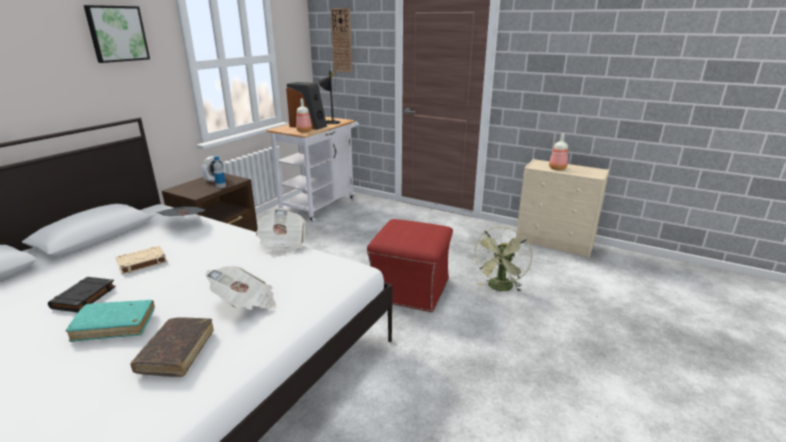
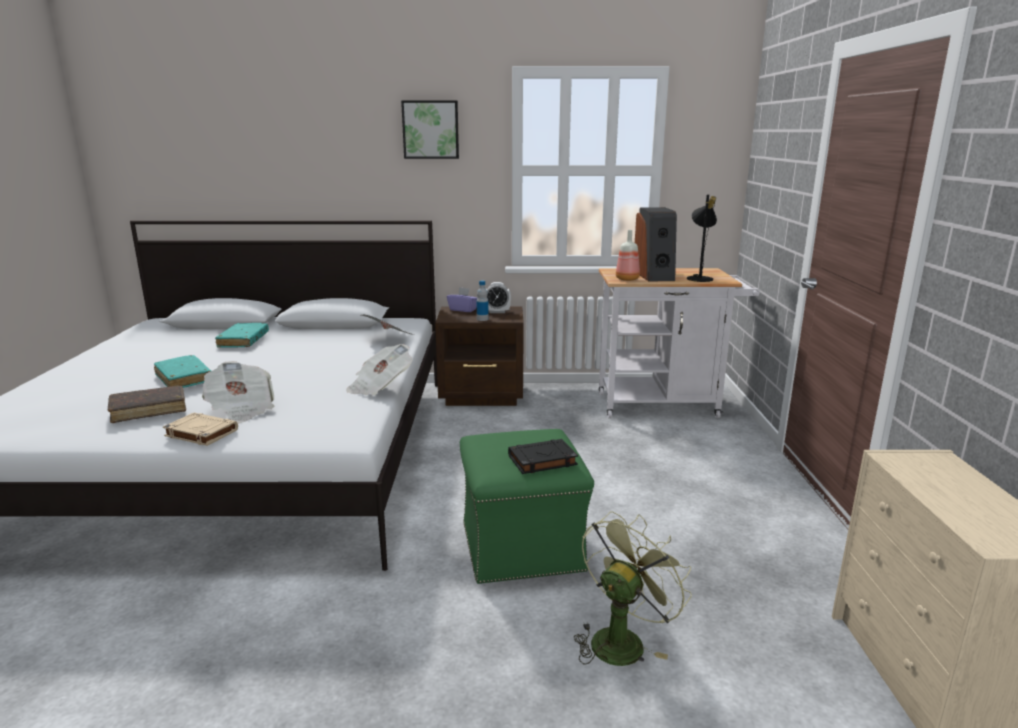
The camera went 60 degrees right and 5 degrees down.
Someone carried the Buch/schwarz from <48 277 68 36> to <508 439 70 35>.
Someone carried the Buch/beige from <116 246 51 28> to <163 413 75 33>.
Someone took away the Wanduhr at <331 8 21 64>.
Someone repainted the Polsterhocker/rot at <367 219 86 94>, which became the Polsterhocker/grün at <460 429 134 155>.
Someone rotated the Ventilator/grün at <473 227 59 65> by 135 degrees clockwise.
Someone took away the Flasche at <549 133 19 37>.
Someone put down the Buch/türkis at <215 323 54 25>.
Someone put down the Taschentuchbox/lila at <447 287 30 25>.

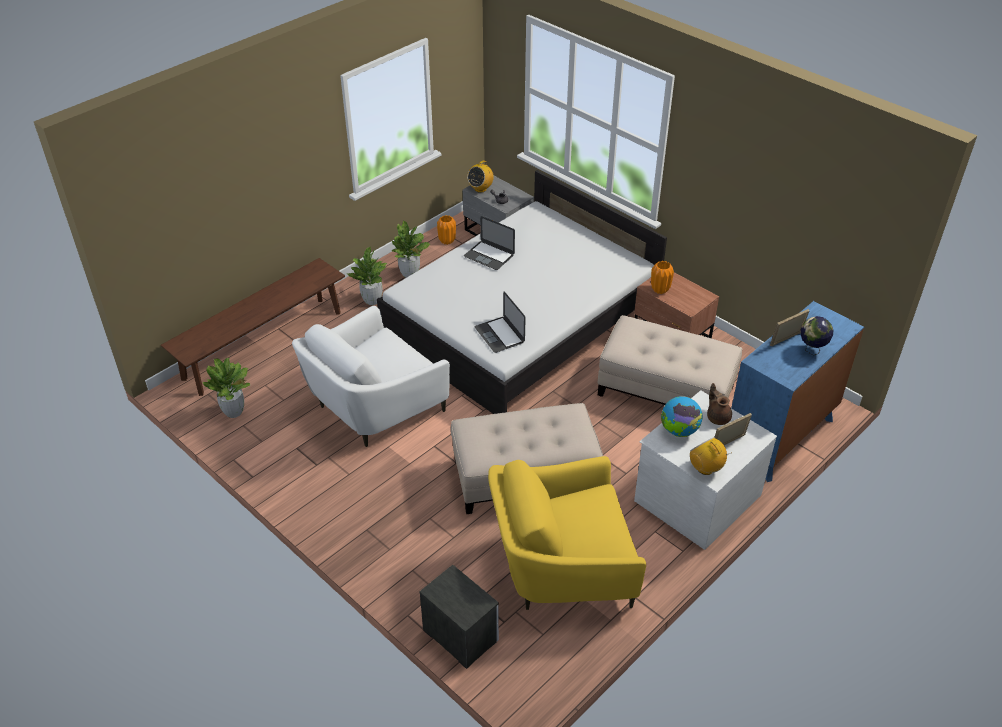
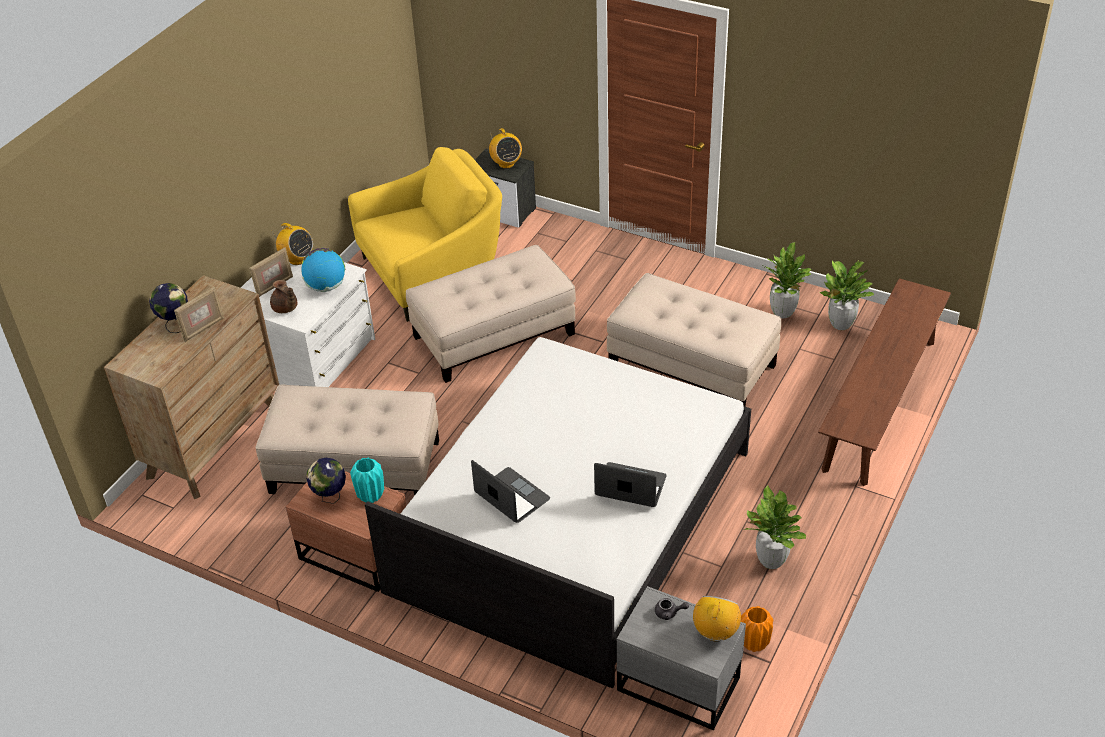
The camera went 165 degrees right and 0 degrees up.
Someone swapped the Sessel/weiß at <292 306 158 141> for the Polsterhocker/beige at <607 273 174 133>.
Someone carried the Topfpflanze from <347 247 40 58> to <761 242 51 76>.
Someone carried the Laptop from <475 292 51 61> to <471 460 79 63>.
Someone repainted the Vase/orange at <651 261 23 33>, which became the Vase/türkis at <350 457 34 46>.
Someone repainted the Kommode/blau at <731 301 133 181>, which became the Kommode/braun at <104 275 175 224>.
Someone put down the Globus at <306 458 40 46>.
Someone put down the Radio at <489 128 33 41>.

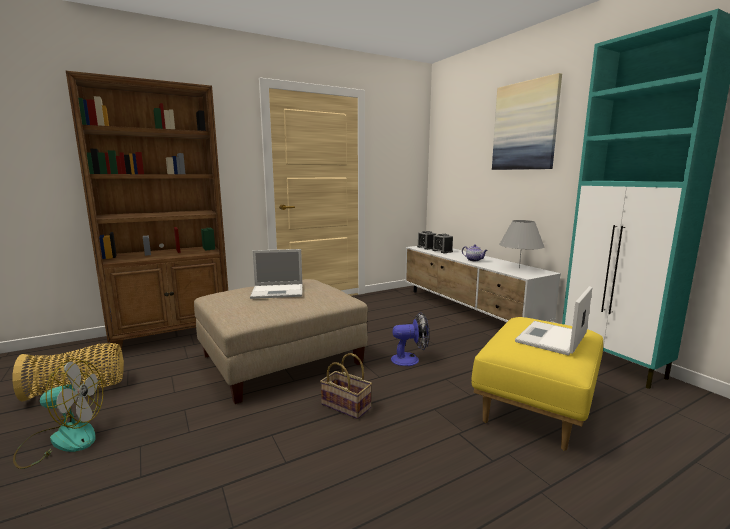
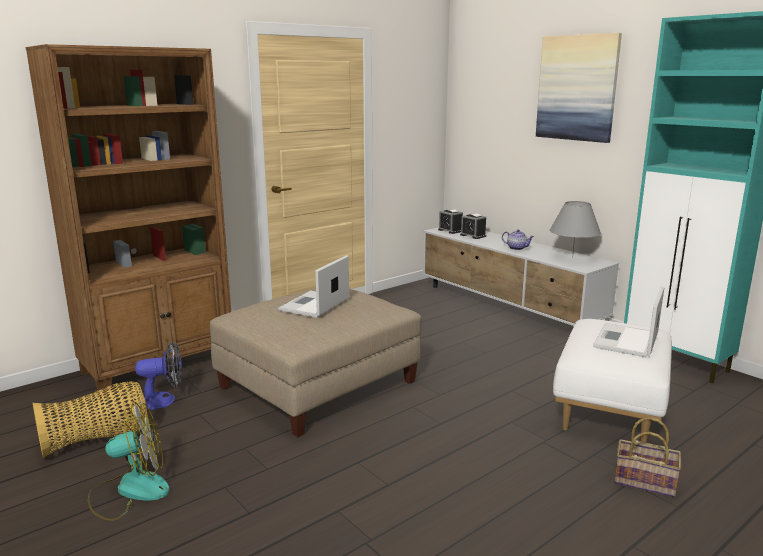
The camera went 10 degrees left and 5 degrees up.
Someone rotated the Laptop at <250 249 53 50> by 135 degrees clockwise.
Someone carried the Korb from <320 353 52 66> to <614 417 67 80>.
Someone carried the Ventilator from <391 312 38 54> to <135 341 47 69>.
Someone repainted the Polsterhocker/gelb at <471 317 132 134>, which became the Polsterhocker/weiß at <553 319 119 124>.

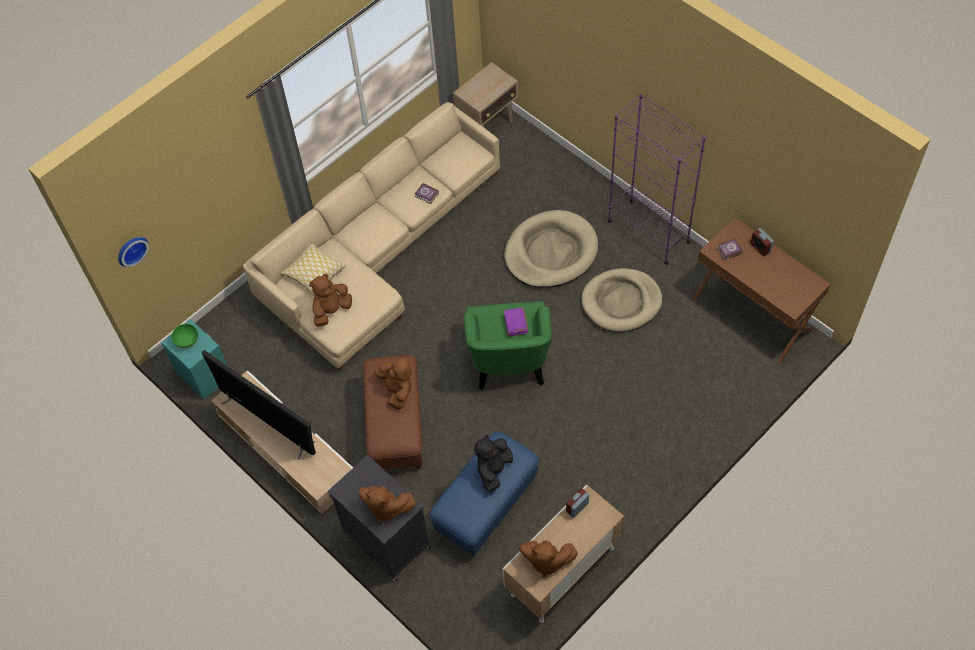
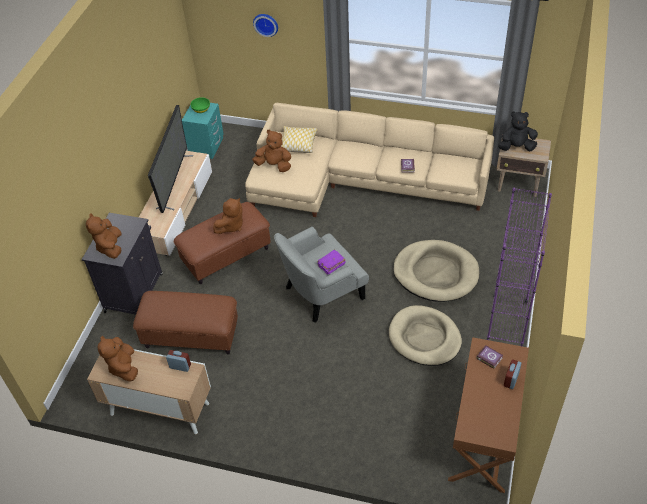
The camera went 60 degrees right and 10 degrees down.
Someone carried the Wanduhr from <118 237 31 30> to <253 14 25 23>.
Someone repainted the Polsterhocker/blau at <429 432 110 124>, which became the Polsterhocker/braun at <133 291 105 63>.
Someone repainted the Sessel/grün at <463 301 88 89>, which became the Sessel/grau at <274 226 95 97>.
Someone carried the Plüschtier/schwarz from <474 435 39 57> to <498 111 40 41>.

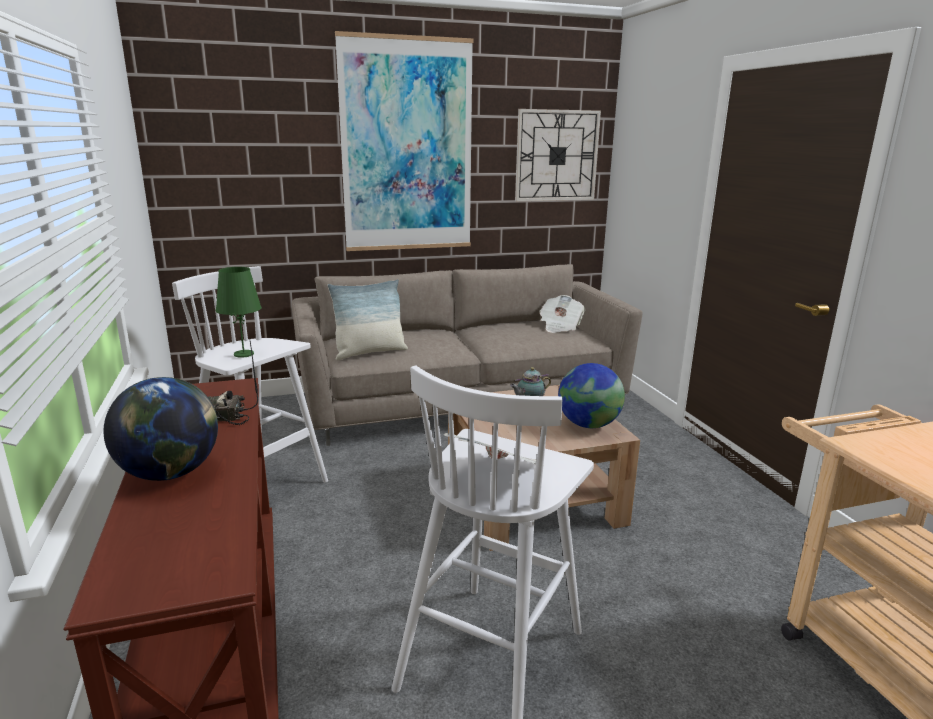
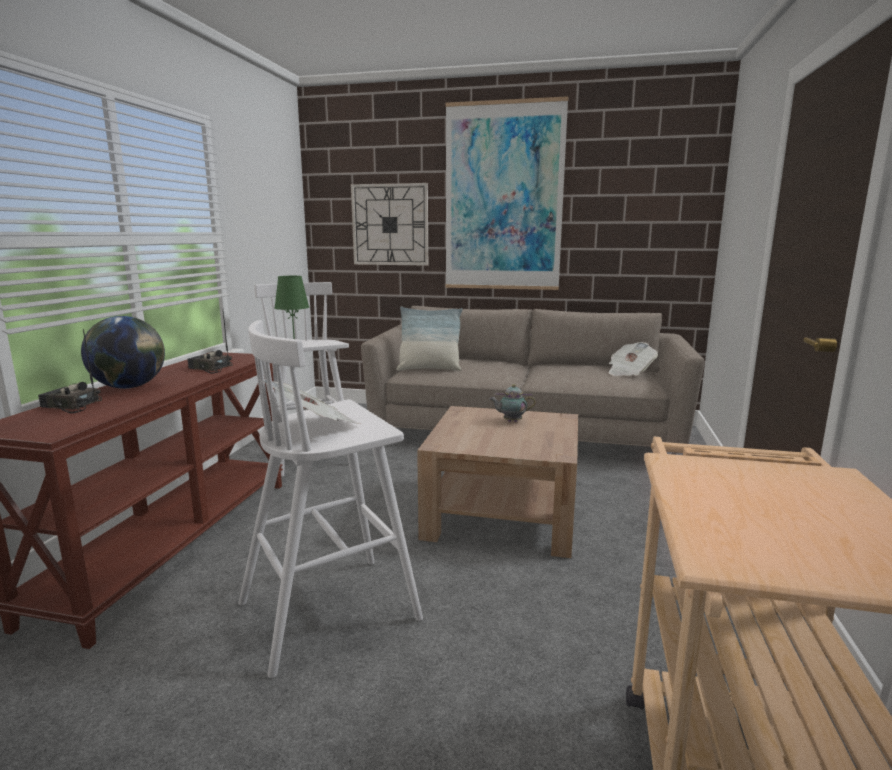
The camera went 30 degrees right and 5 degrees down.
Someone carried the Wanduhr from <515 109 86 92> to <351 183 77 82>.
Someone took away the Globus at <558 363 67 65>.
Someone put down the Radio at <38 329 64 84>.

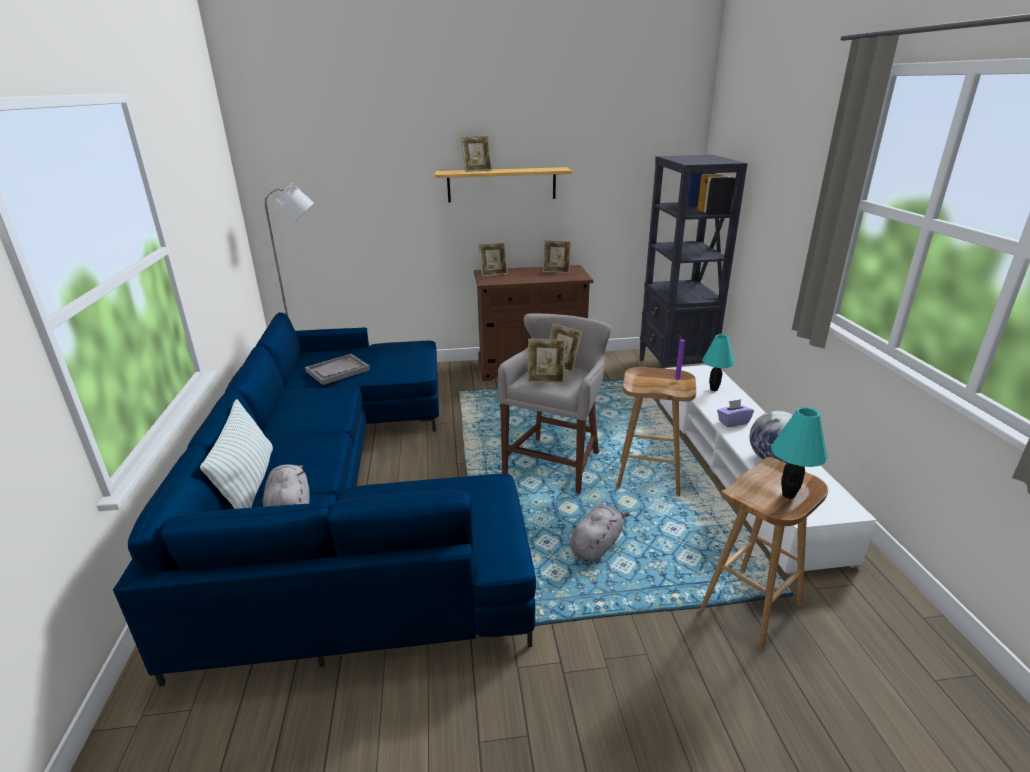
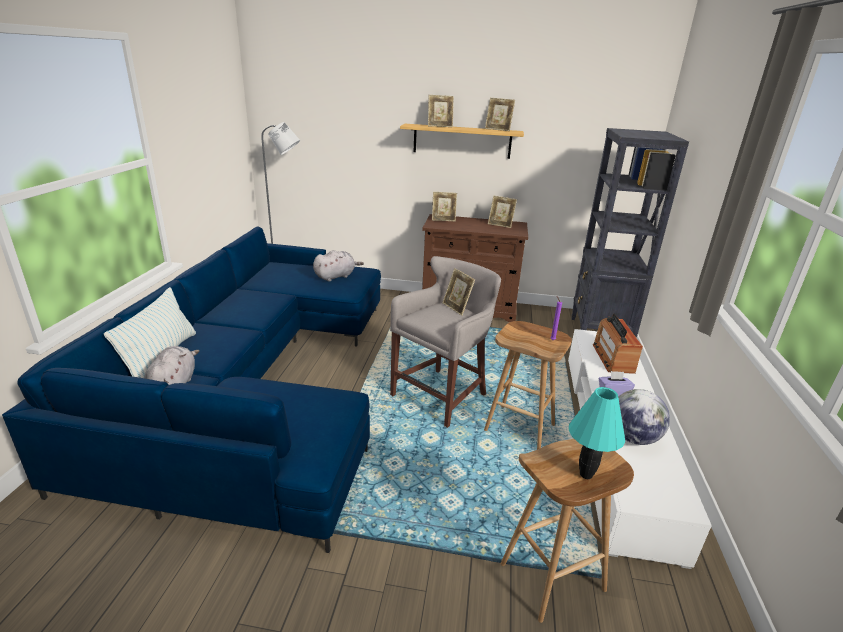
The camera went 15 degrees right and 0 degrees up.
Someone took away the Tablett/grau at <305 354 65 31>.
Someone carried the Bilderrahmen from <527 339 39 44> to <485 98 30 33>.
Someone carried the Plüschtier/grau from <570 504 60 58> to <313 250 51 32>.
Someone swapped the Tischlampe/türkis at <702 334 32 57> for the Radio at <592 314 51 60>.

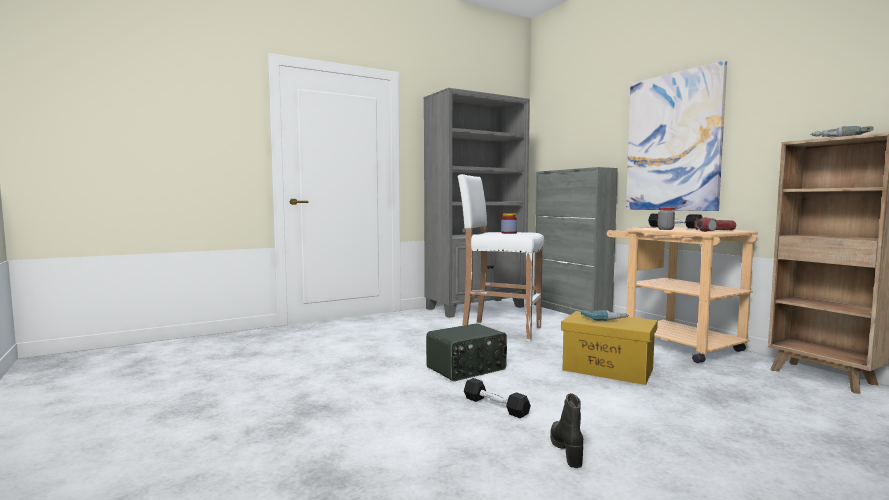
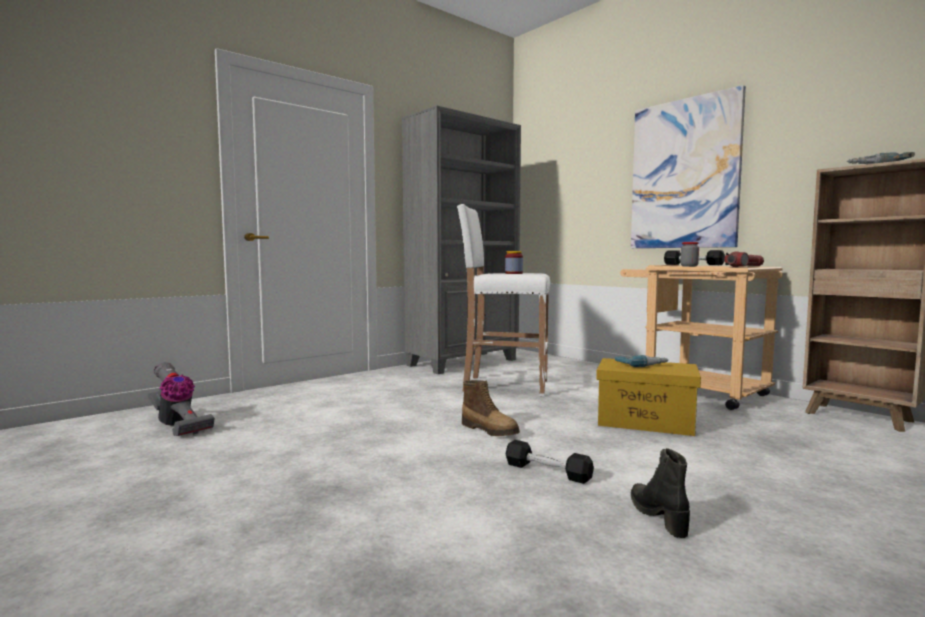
The camera went 10 degrees left and 0 degrees up.
Someone swapped the Radio at <426 323 81 58> for the Stiefel at <462 380 58 56>.
Someone took away the Schrank/grau at <534 167 84 148>.
Someone put down the Staubsauger at <148 362 67 74>.

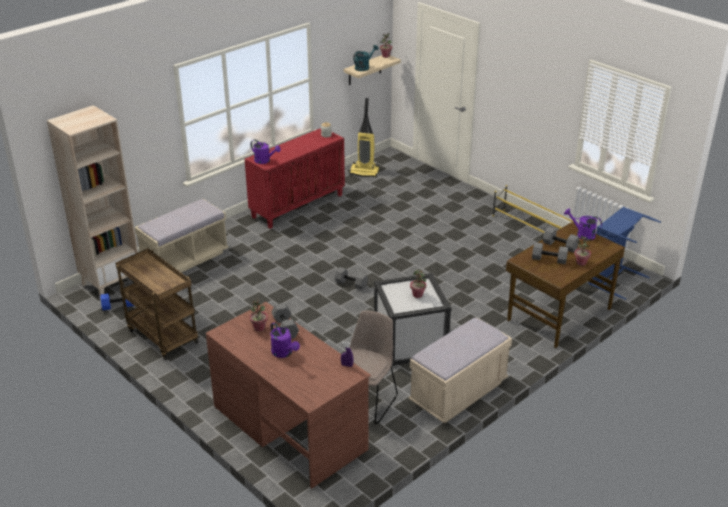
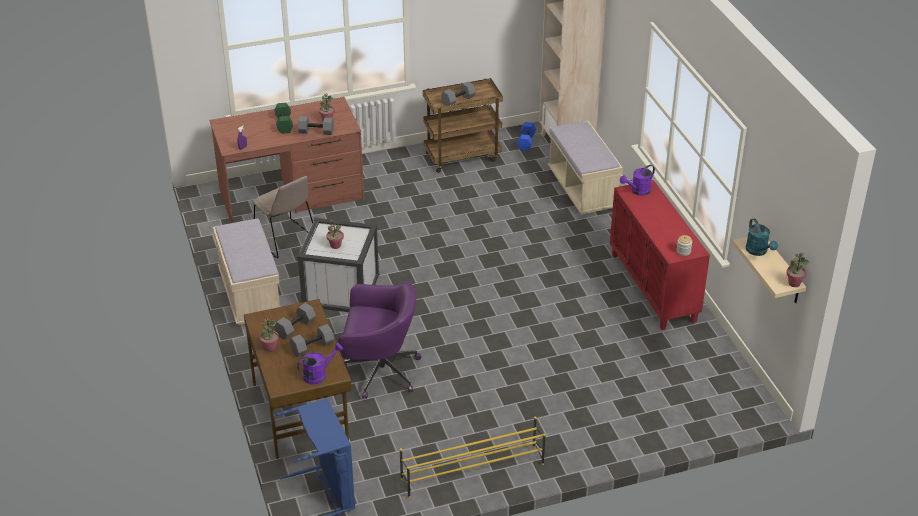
The camera went 115 degrees right and 5 degrees up.
Someone swapped the Gießkanne/lila at <270 322 30 36> for the Hantel/grün at <274 103 19 31>.
Someone carried the Hantel/grau from <335 267 33 23> to <441 81 35 25>.
Someone took away the Staubsauger at <349 98 30 79>.
Someone put down the Bürostuhl/lila at <338 283 83 116>.

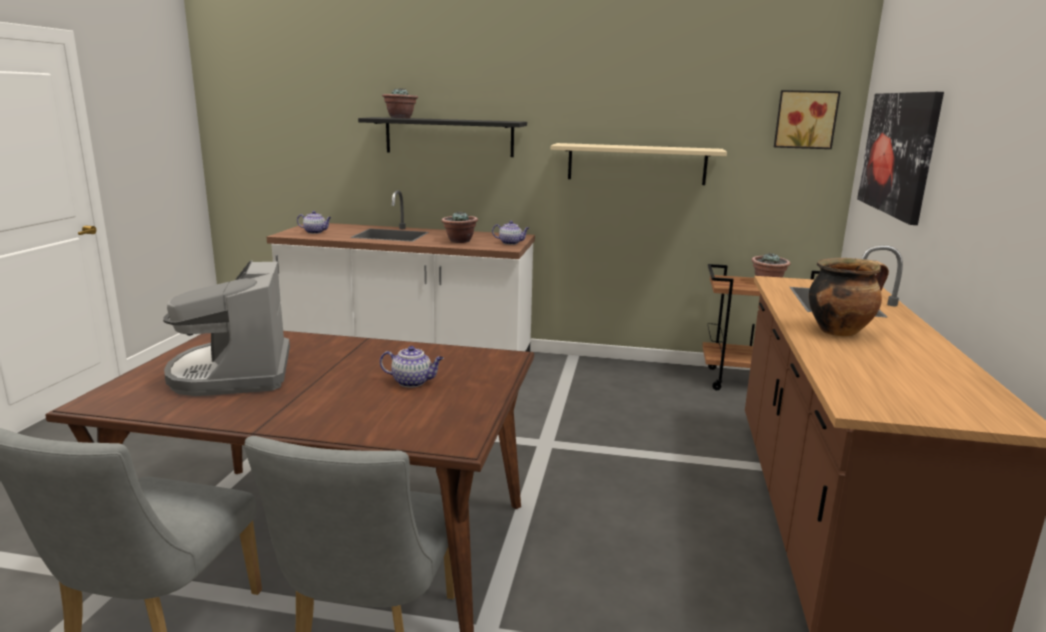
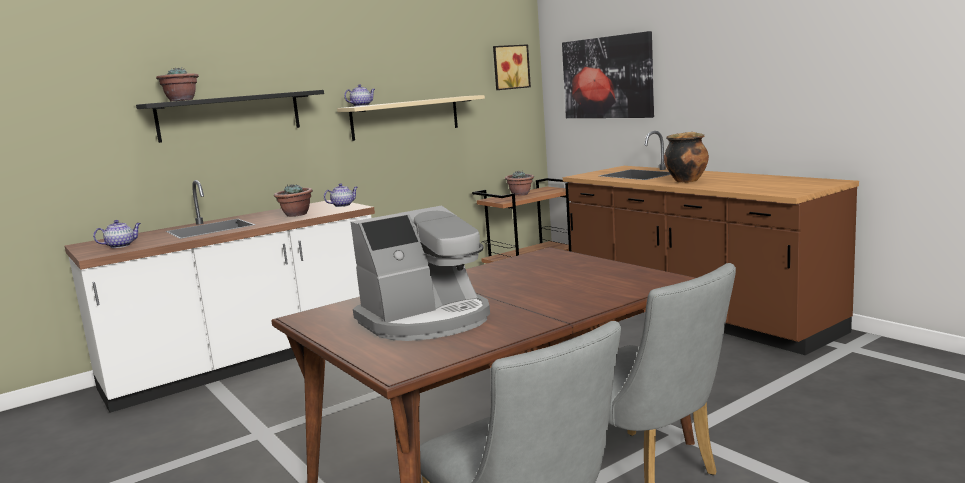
The camera went 45 degrees left and 5 degrees down.
Someone rotated the Kaffeemaschine at <163 261 127 135> by 60 degrees counterclockwise.
Someone carried the Teekanne from <380 346 64 41> to <344 84 31 22>.

